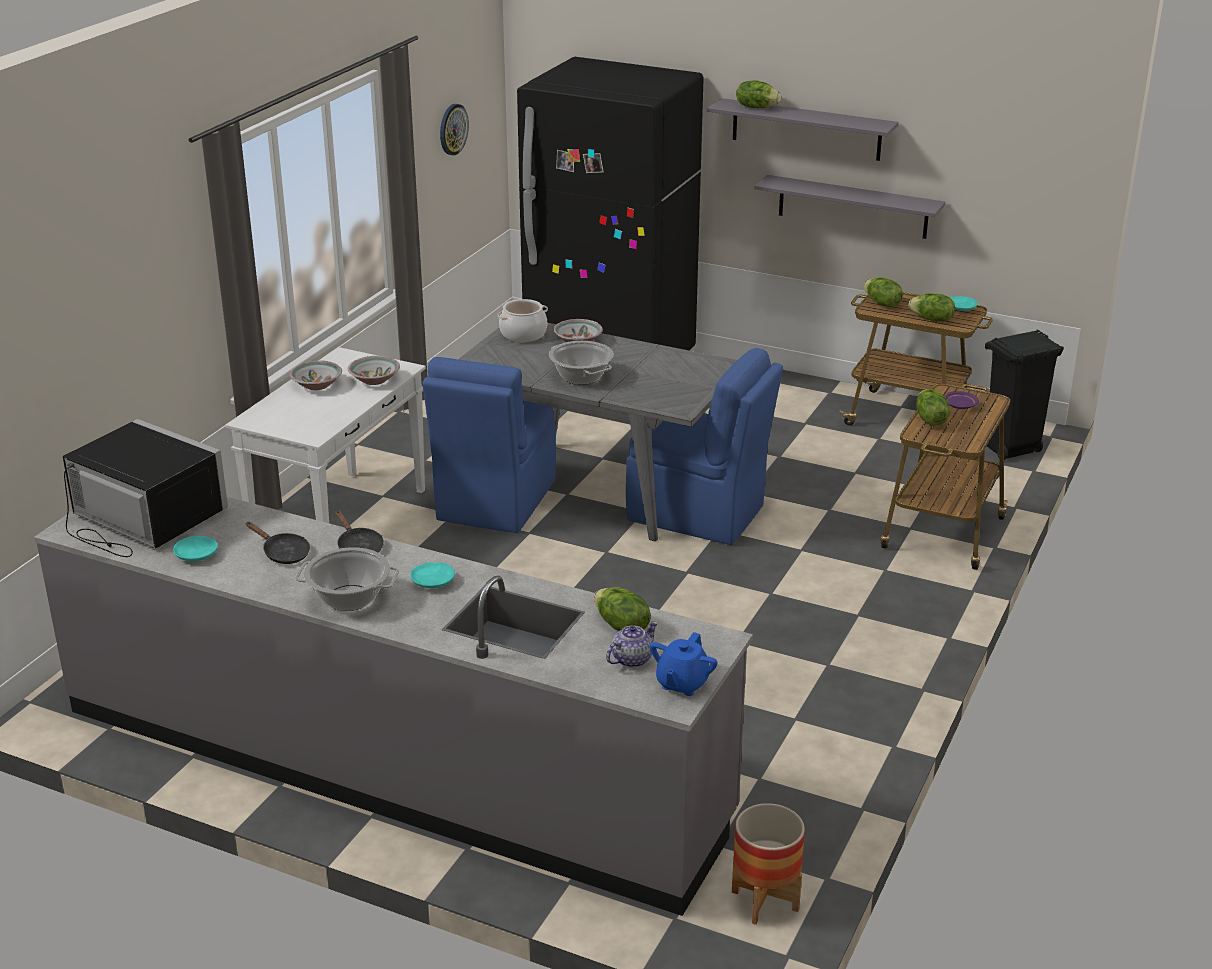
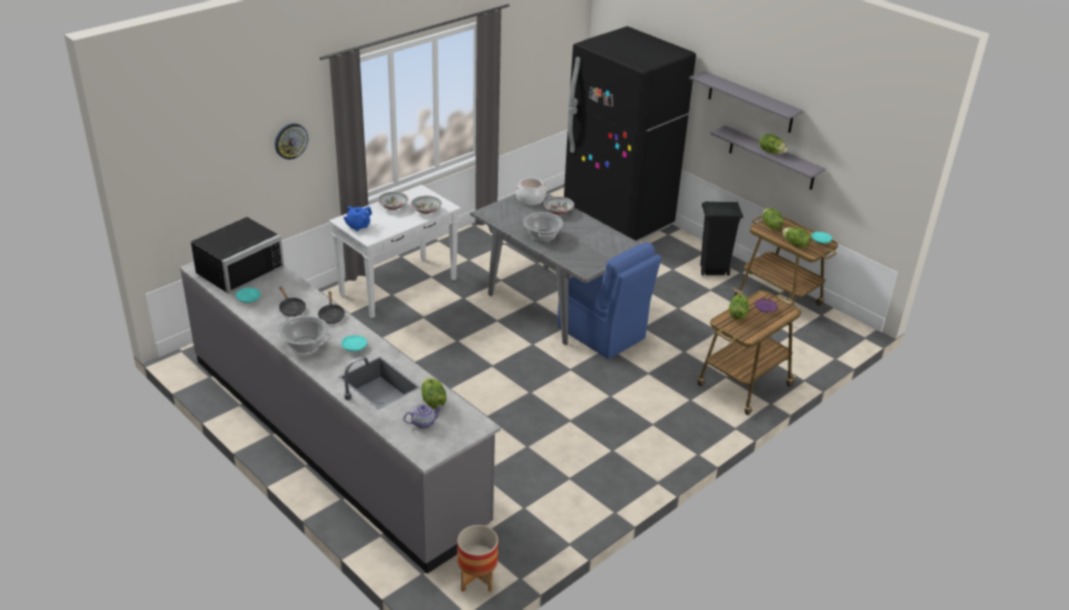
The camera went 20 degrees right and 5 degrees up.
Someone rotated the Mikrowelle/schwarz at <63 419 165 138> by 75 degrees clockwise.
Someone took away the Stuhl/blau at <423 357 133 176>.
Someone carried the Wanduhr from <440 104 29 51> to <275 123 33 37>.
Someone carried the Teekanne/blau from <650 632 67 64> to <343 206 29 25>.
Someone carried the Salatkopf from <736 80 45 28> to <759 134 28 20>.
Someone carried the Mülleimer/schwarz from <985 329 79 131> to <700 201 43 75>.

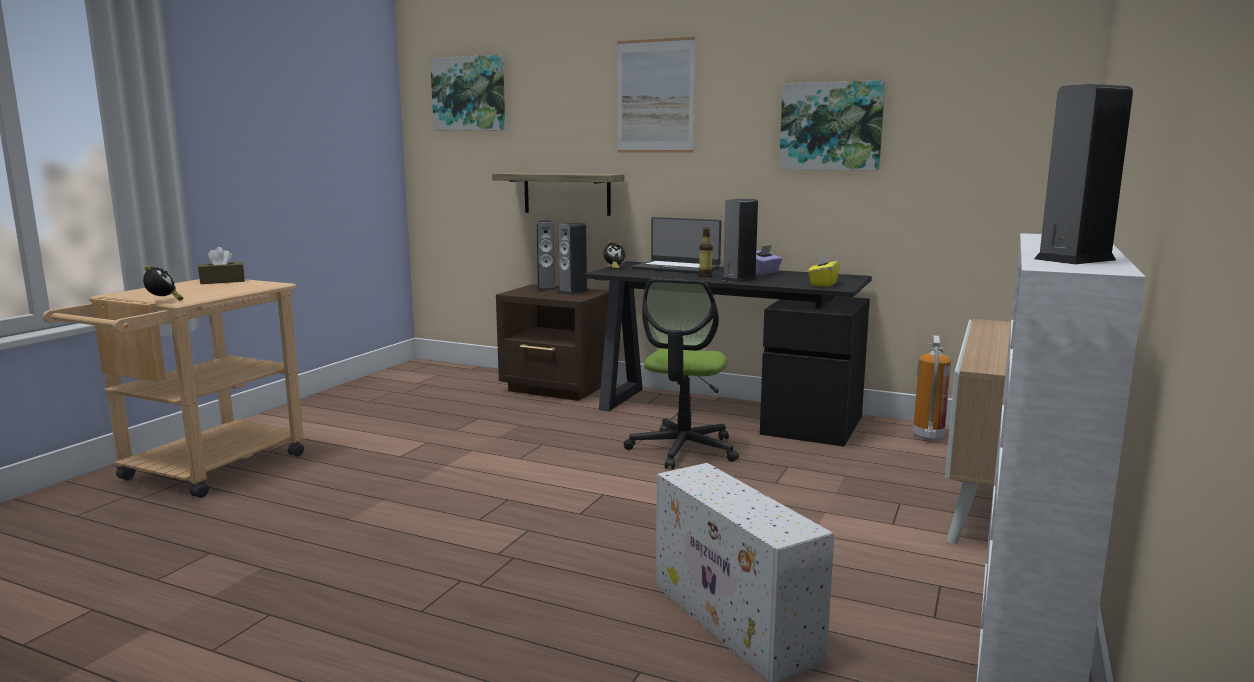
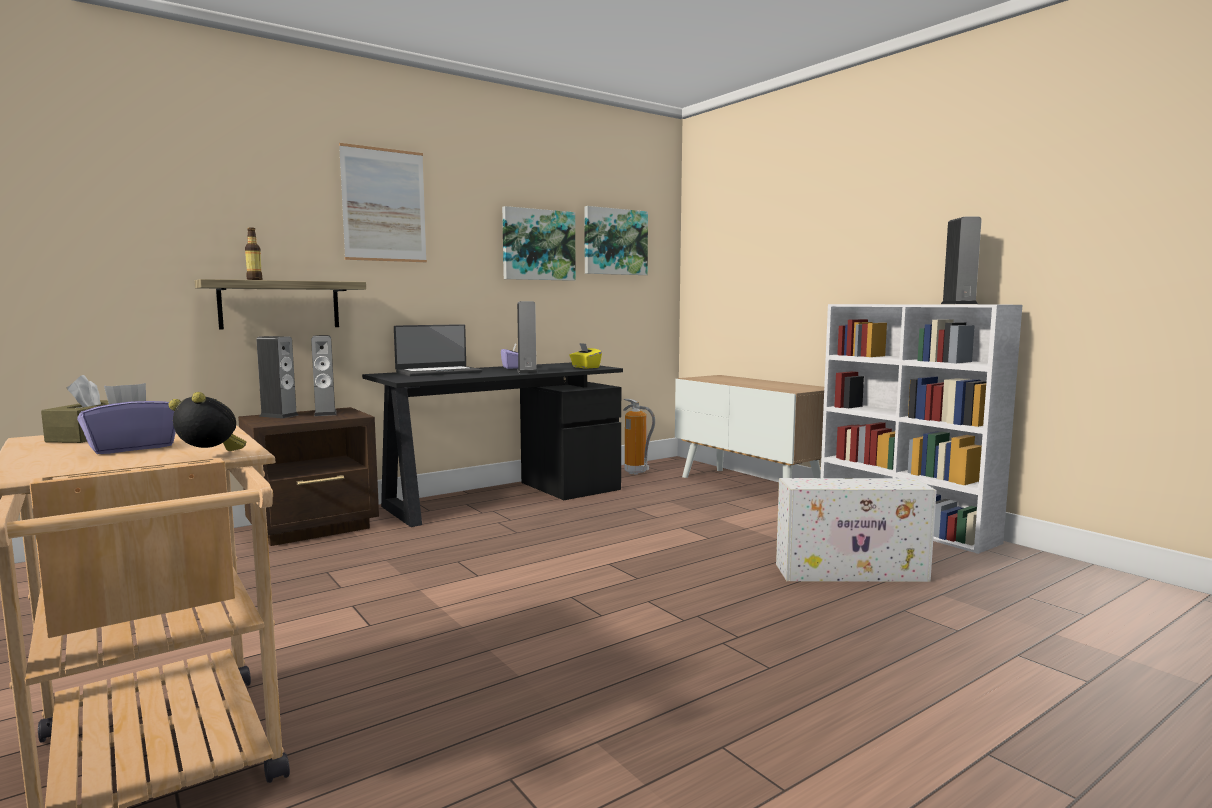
The camera went 60 degrees left and 5 degrees down.
Someone carried the Bild from <430 55 75 76> to <584 206 64 69>.
Someone took away the Wecker at <603 241 23 29>.
Someone took away the Bürostuhl at <624 279 115 190>.
Someone carried the Flasche from <699 228 14 49> to <245 227 18 53>.
Someone put down the Taschentuchbox/lila at <77 383 99 71>.

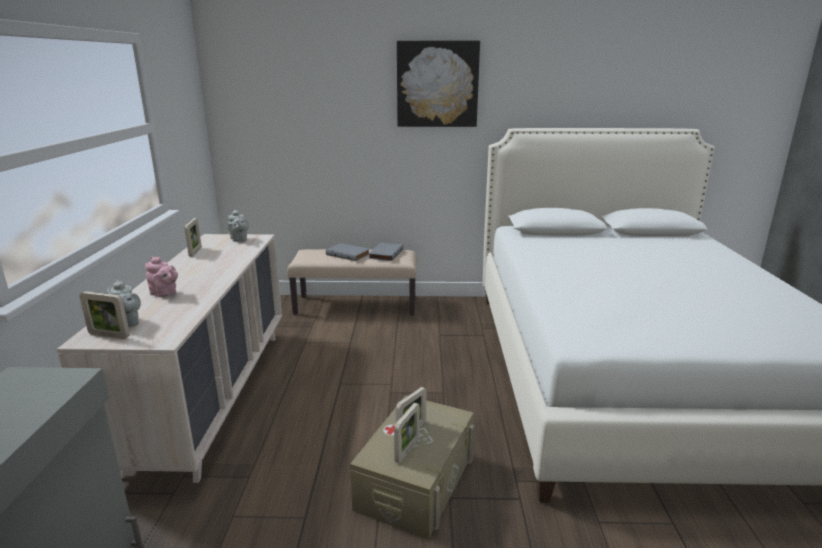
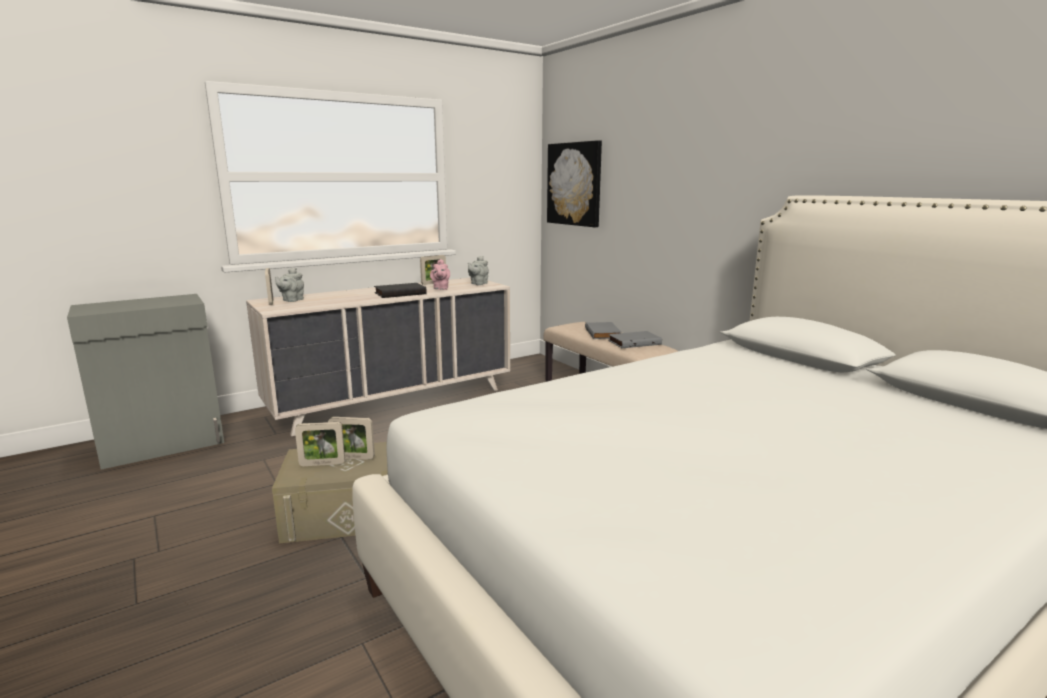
The camera went 55 degrees right and 5 degrees down.
Someone carried the Teekanne/rosa from <145 256 33 41> to <430 259 20 31>.
Someone carried the Bild from <397 41 83 86> to <547 140 55 87>.
Someone put down the Buch/schwarz at <374 283 53 15>.

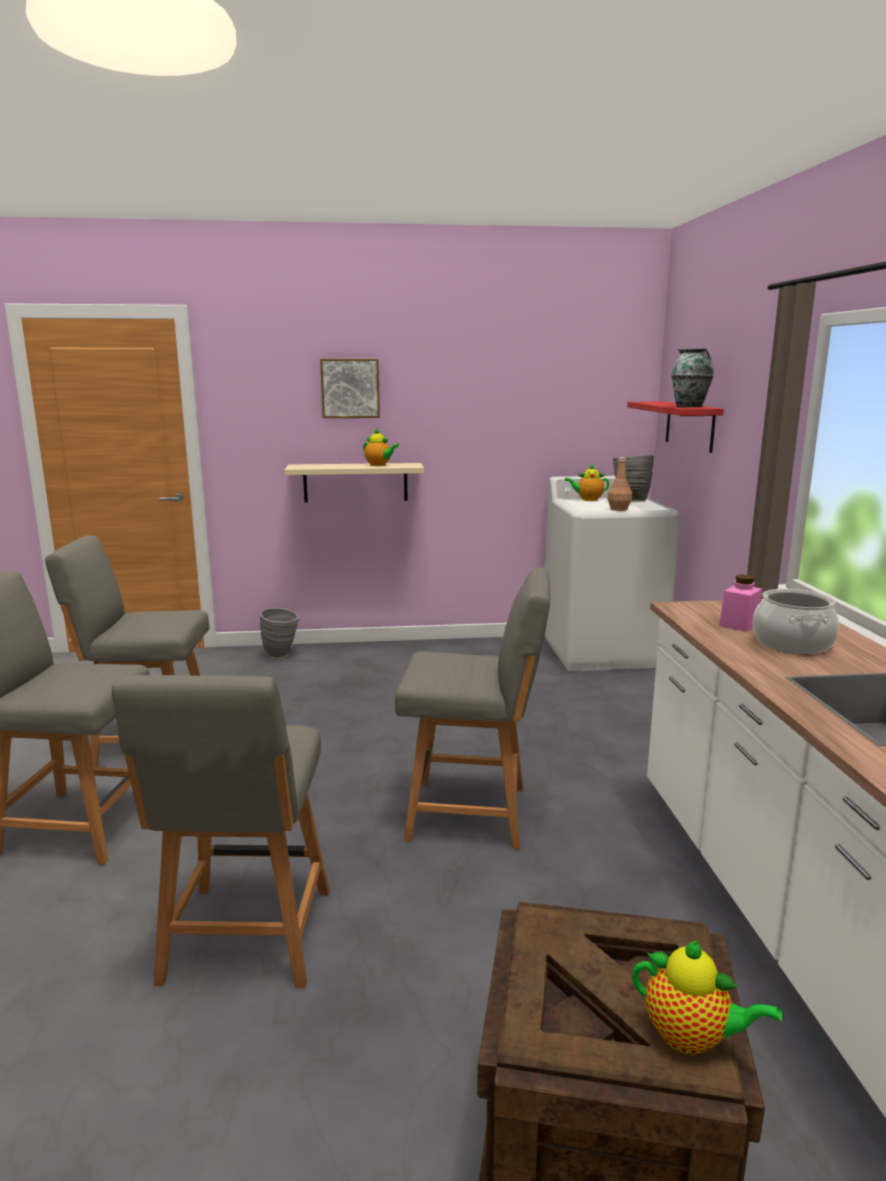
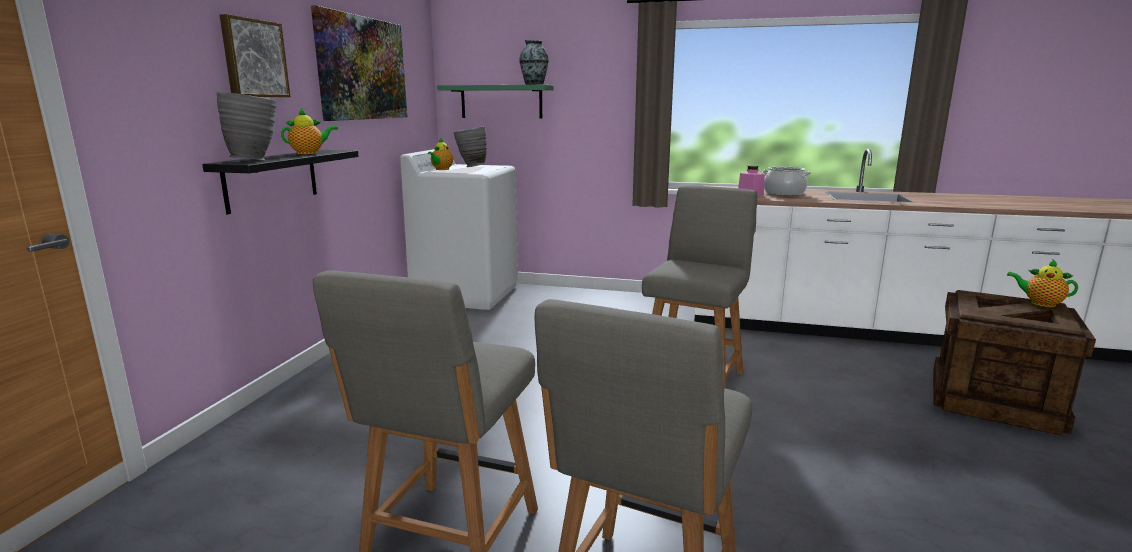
The camera went 70 degrees left and 0 degrees up.
Someone took away the Stuhl/grau at <112 675 218 313>.
Someone carried the Vase/grau from <260 608 39 51> to <217 92 60 68>.
Someone repainted the Wandregal/beige at <285 463 139 40>, which became the Wandregal/schwarz at <202 150 157 64>.
Someone took away the Flasche/braun at <607 457 25 54>.
Someone repainted the Wandregal/rot at <627 401 97 52>, which became the Wandregal/grün at <437 85 117 34>.
Someone rotated the Teekanne at <632 941 150 114> by 105 degrees counterclockwise.
Someone put up the Bild at <311 5 97 116>.

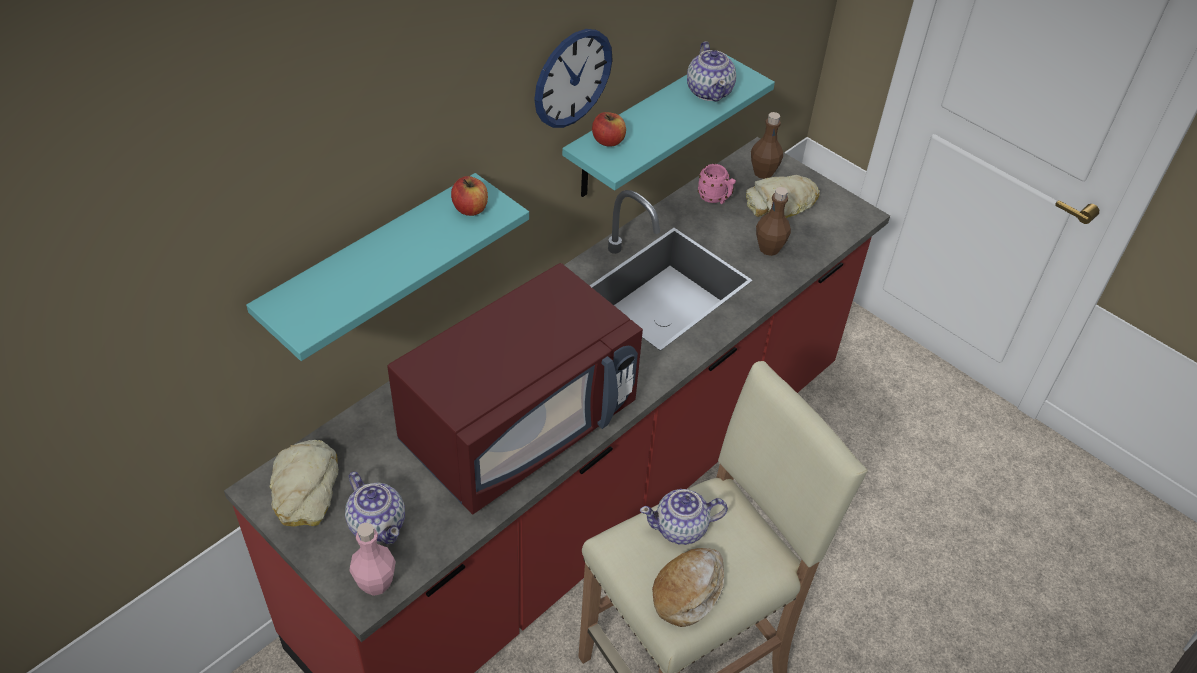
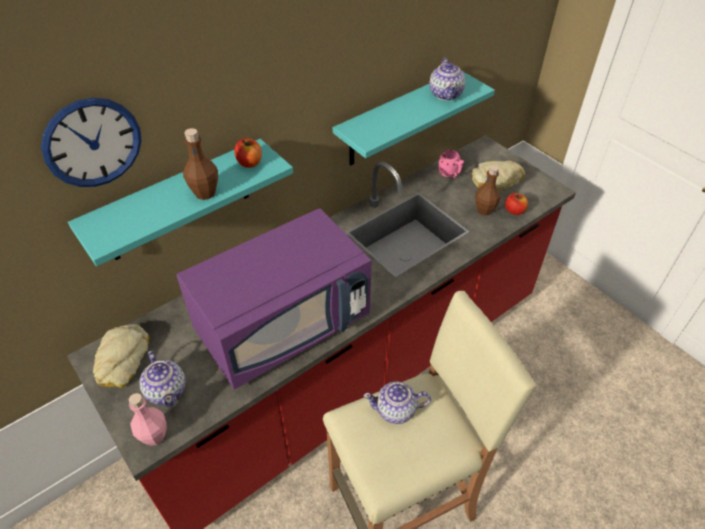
The camera went 10 degrees right and 0 degrees up.
Someone repainted the Mikrowelle/rot at <387 263 256 252>, which became the Mikrowelle/lila at <177 208 195 182>.
Someone carried the Wanduhr from <534 29 79 99> to <41 98 101 89>.
Someone carried the Apfel from <592 112 34 35> to <505 193 23 22>.
Someone took away the Brot at <652 548 72 79>.
Someone carried the Flasche/braun from <751 112 32 67> to <183 128 35 72>.

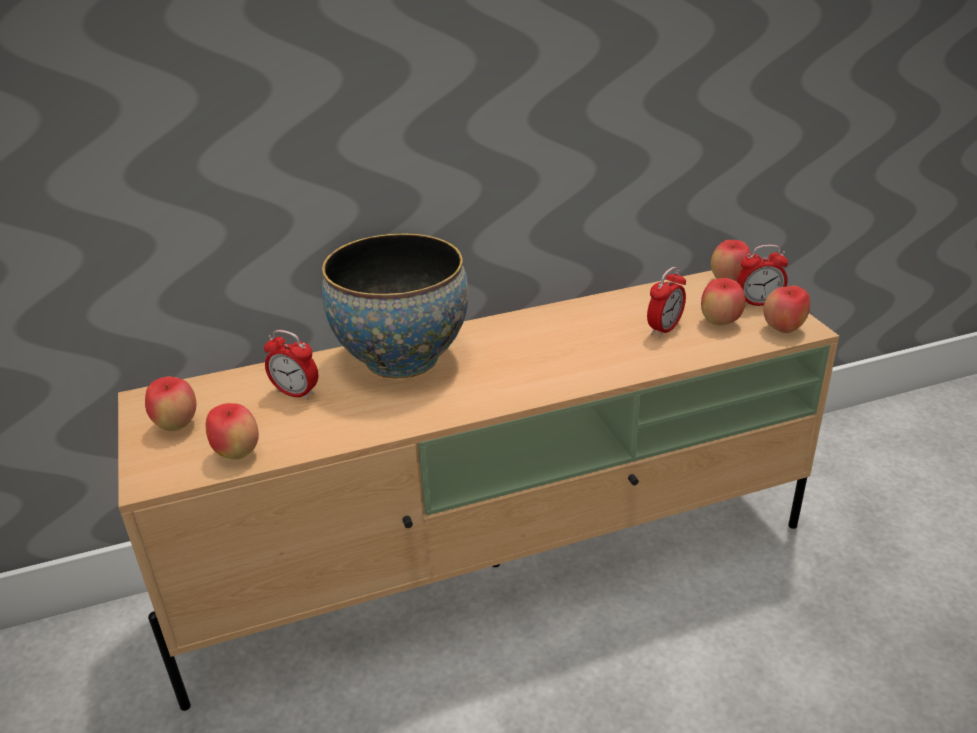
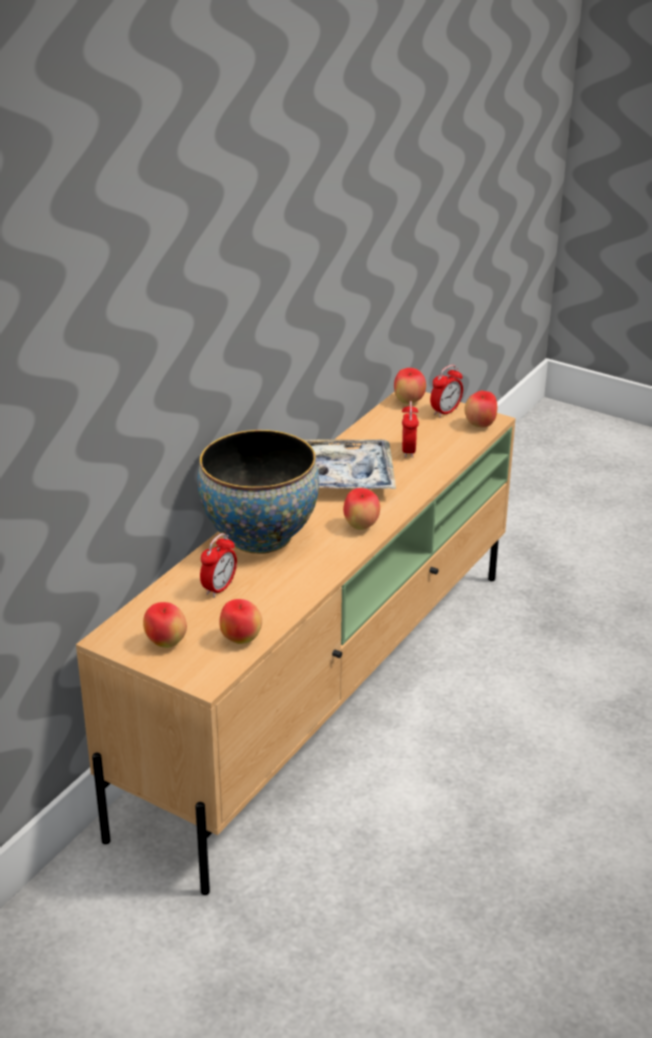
The camera went 40 degrees left and 0 degrees up.
Someone rotated the Wecker at <264 330 54 70> by 45 degrees counterclockwise.
Someone carried the Apfel from <701 278 44 48> to <343 488 37 42>.
Someone put down the Tablett at <304 439 92 50>.

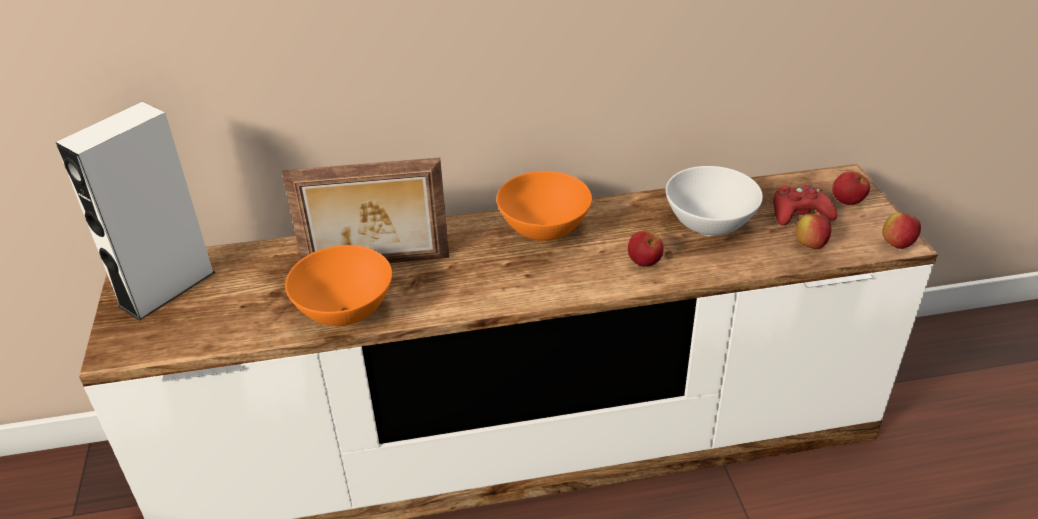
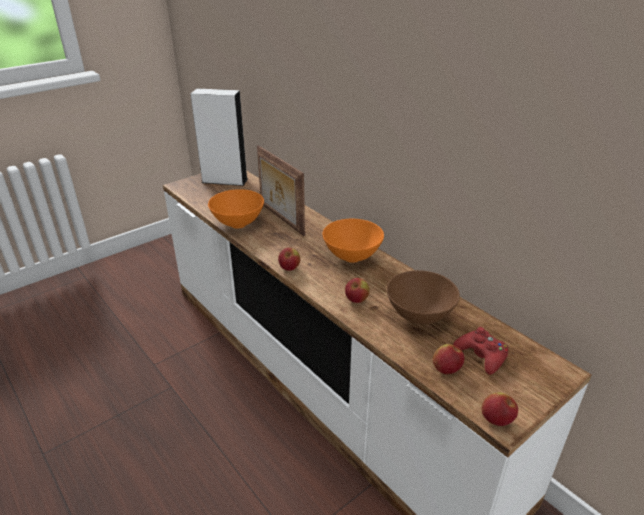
The camera went 60 degrees right and 5 degrees down.
Someone repainted the Schüssel/weiß at <666 166 97 70>, which became the Schüssel/braun at <387 270 73 54>.
Someone carried the Apfel from <832 171 38 34> to <278 248 23 23>.

